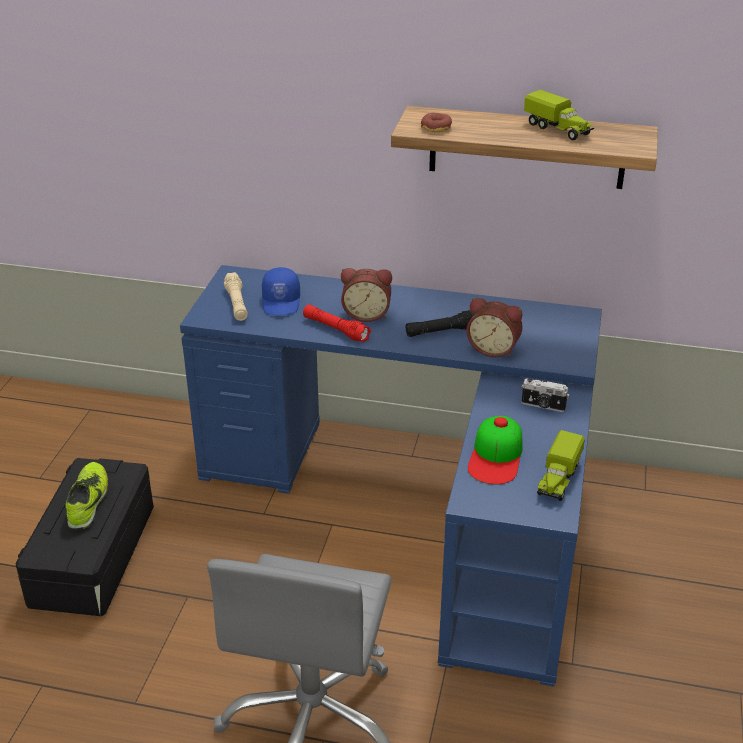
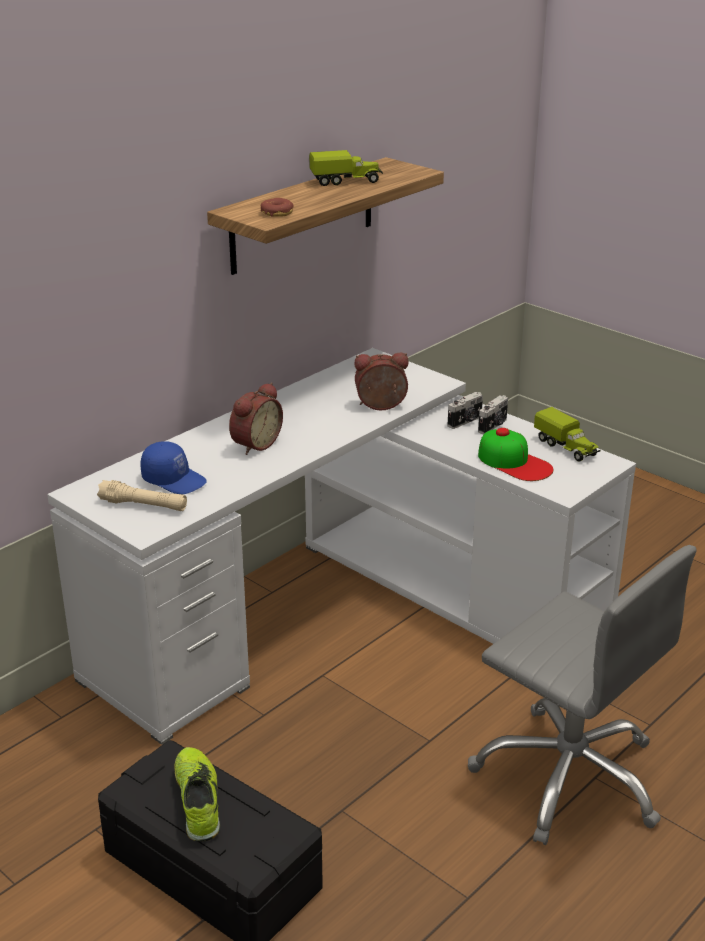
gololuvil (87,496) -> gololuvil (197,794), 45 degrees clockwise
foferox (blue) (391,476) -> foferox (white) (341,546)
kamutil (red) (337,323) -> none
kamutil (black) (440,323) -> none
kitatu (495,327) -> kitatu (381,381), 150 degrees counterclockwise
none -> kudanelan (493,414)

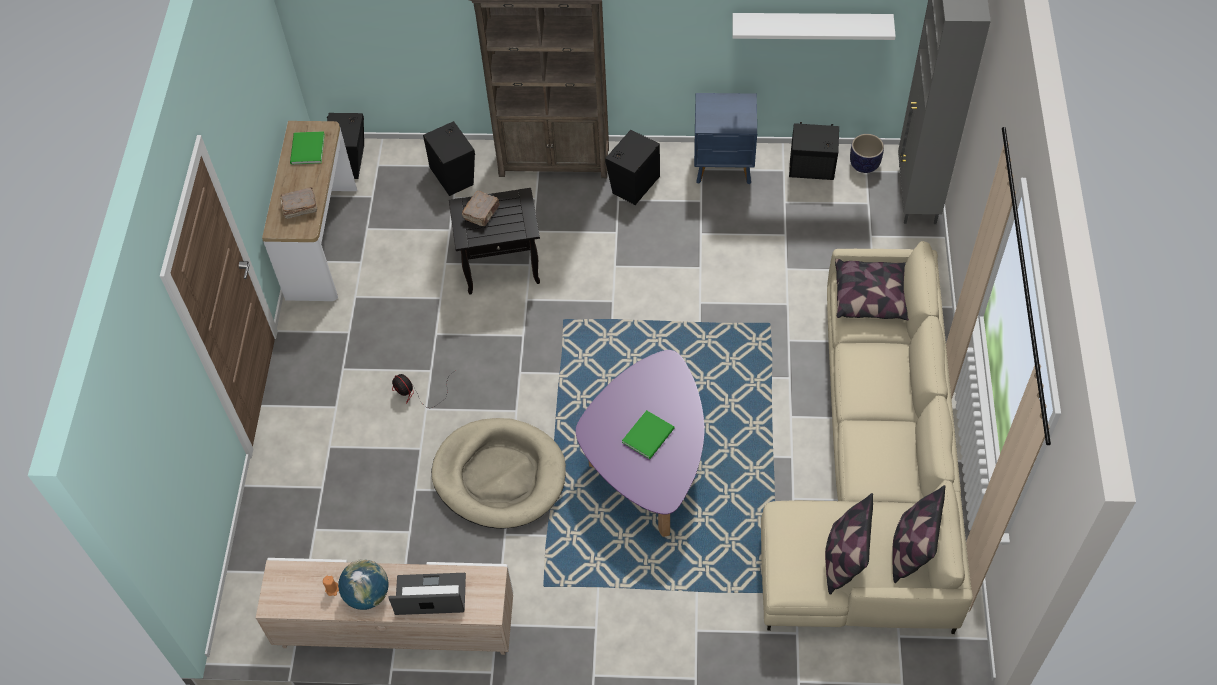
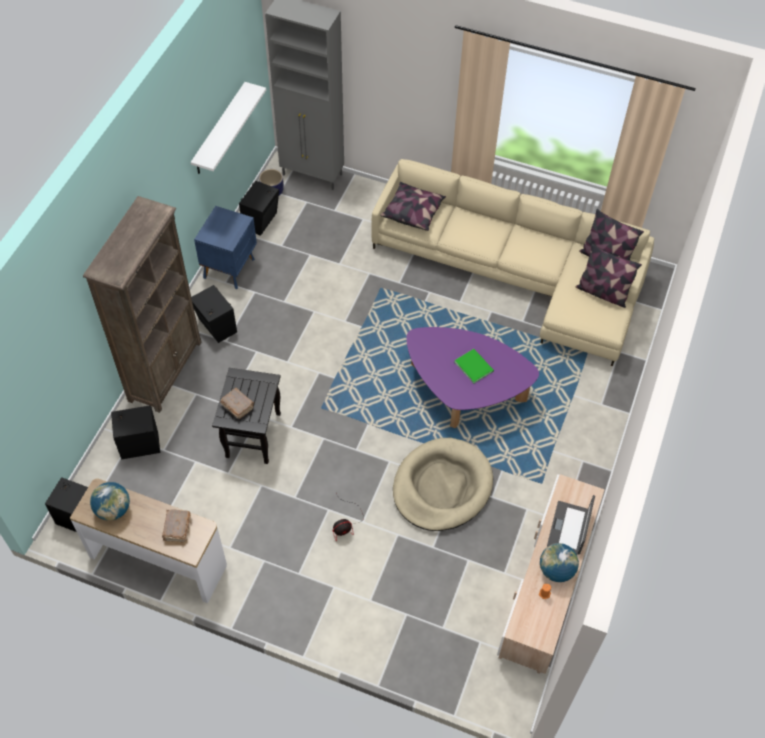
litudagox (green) (307,148) -> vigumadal (110,501)

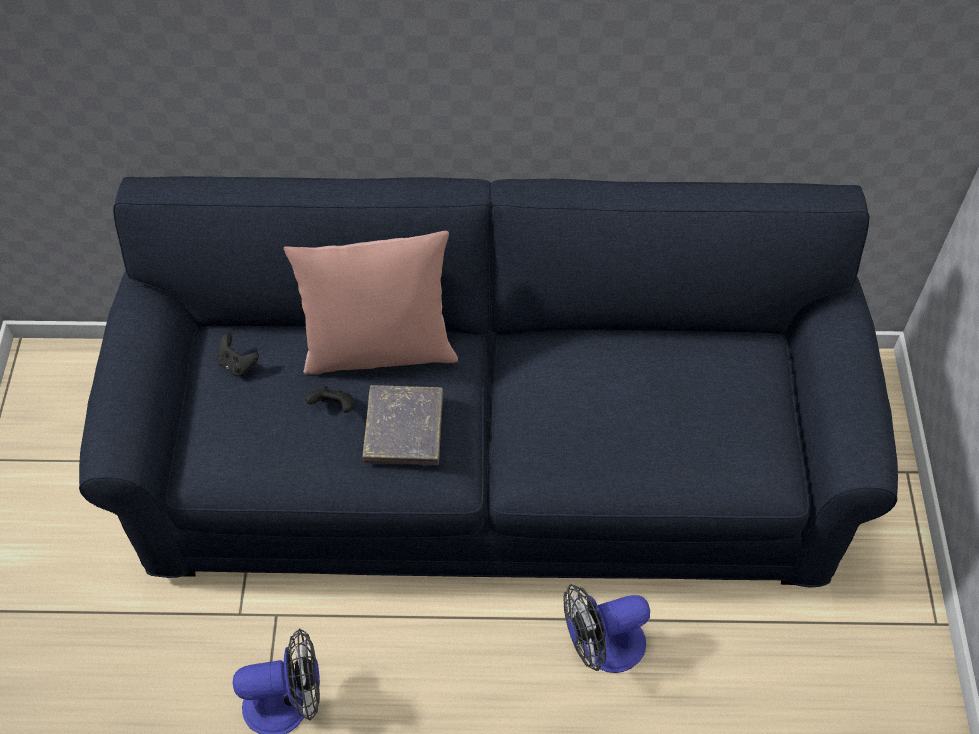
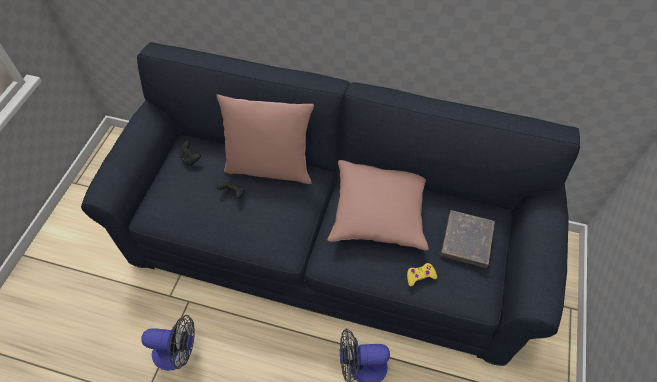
litudagox (grey) (402,425) -> litudagox (grey) (468,239), relocated
none -> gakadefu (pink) (378,205)
none -> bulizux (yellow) (422,274)

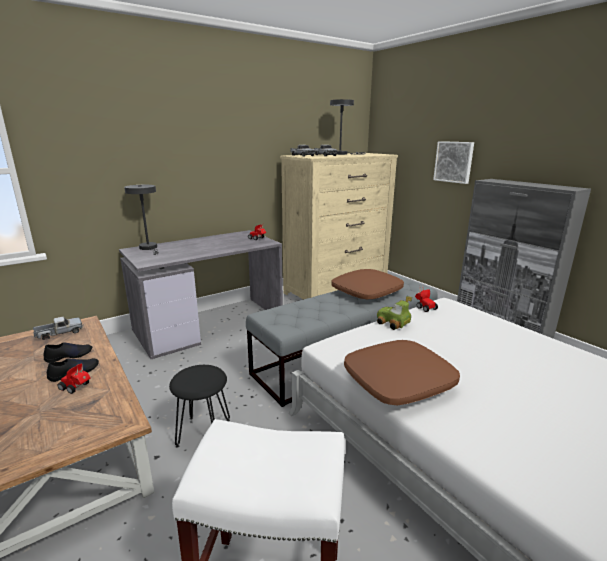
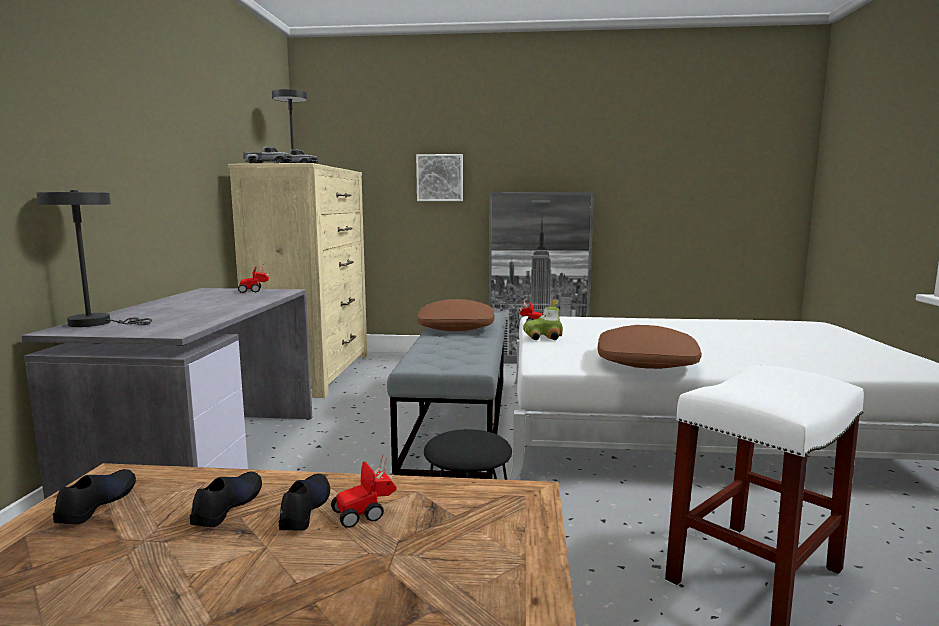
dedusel (58,328) -> gololuvil (black) (94,496)

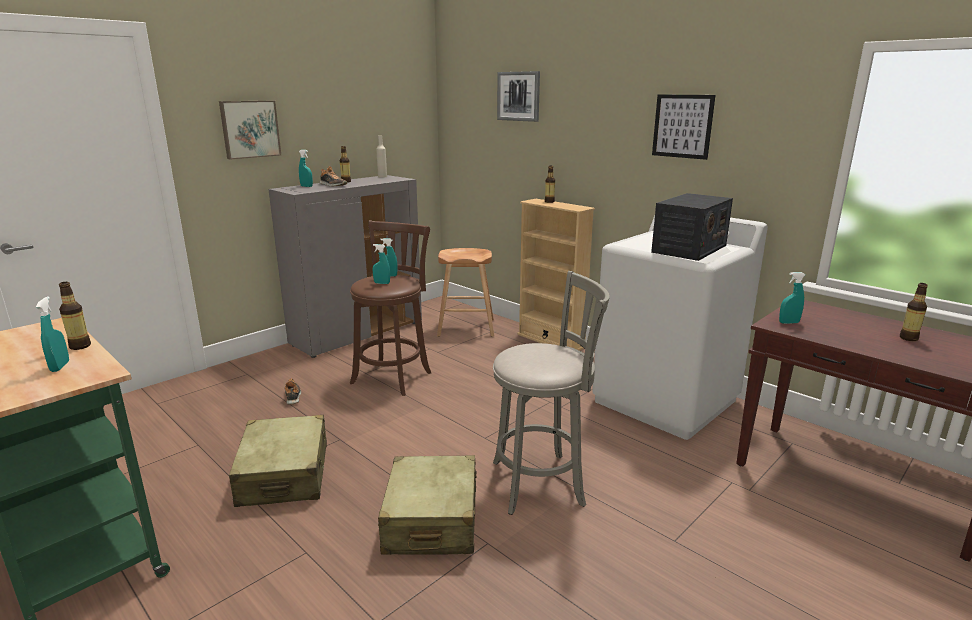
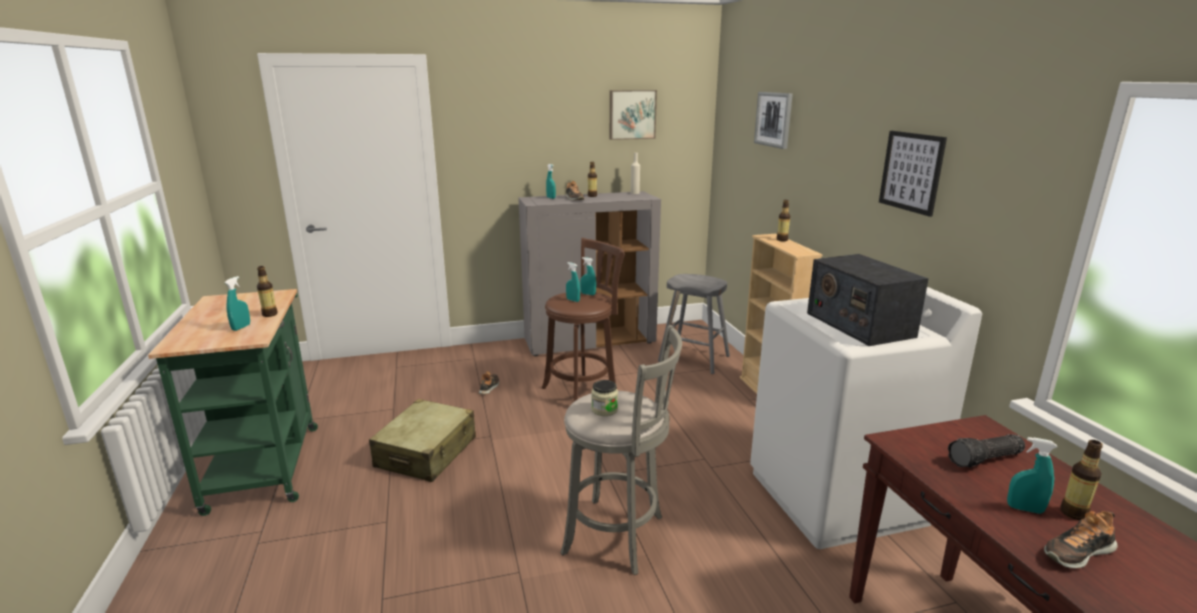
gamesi (250,130) -> gamesi (633,115), relocated
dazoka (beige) (427,505) -> none
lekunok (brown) (465,292) -> lekunok (grey) (694,324)
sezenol (692,227) -> sezenol (868,300), 90 degrees clockwise
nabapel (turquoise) (792,298) -> nabapel (turquoise) (1032,475), relocated
none -> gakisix (604,398)
none -> kamutil (986,450)
none -> gololuvil (1081,540)

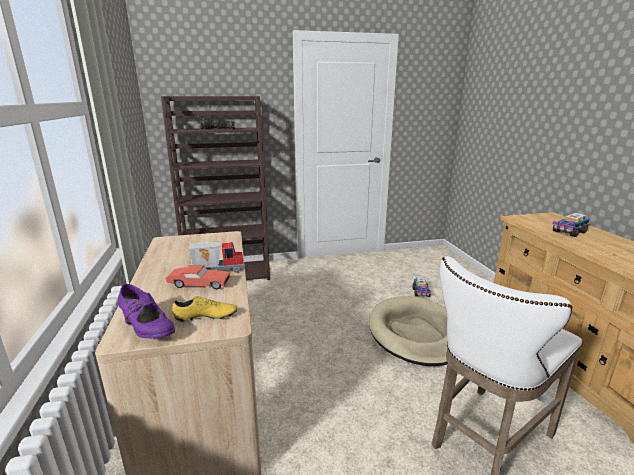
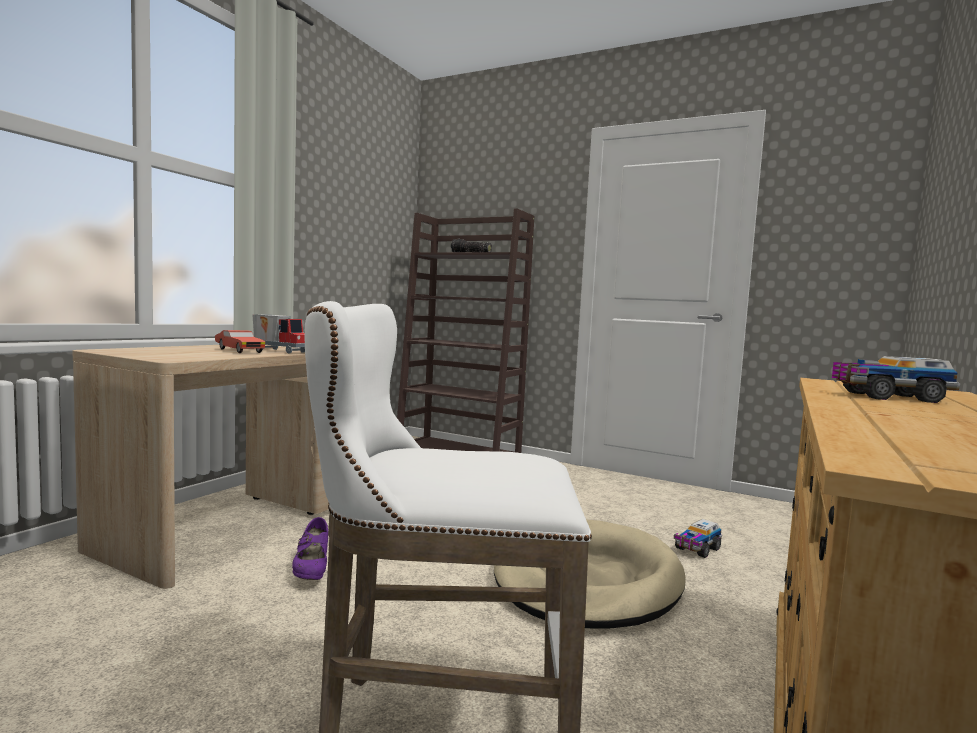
gololuvil (purple) (146,311) -> gololuvil (purple) (310,548), relocated
gololuvil (yellow) (204,309) -> none

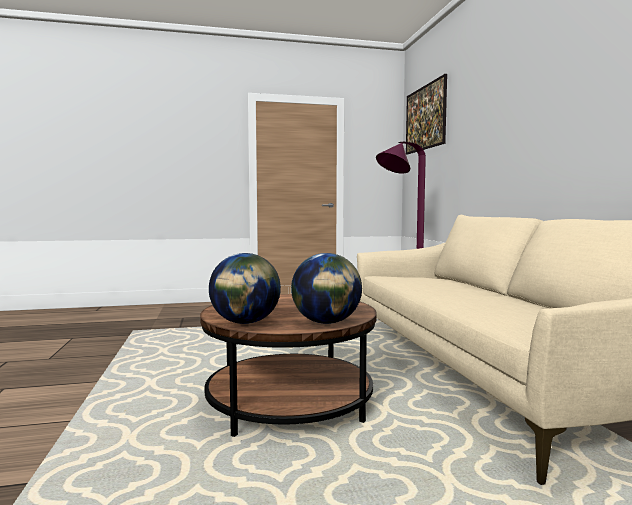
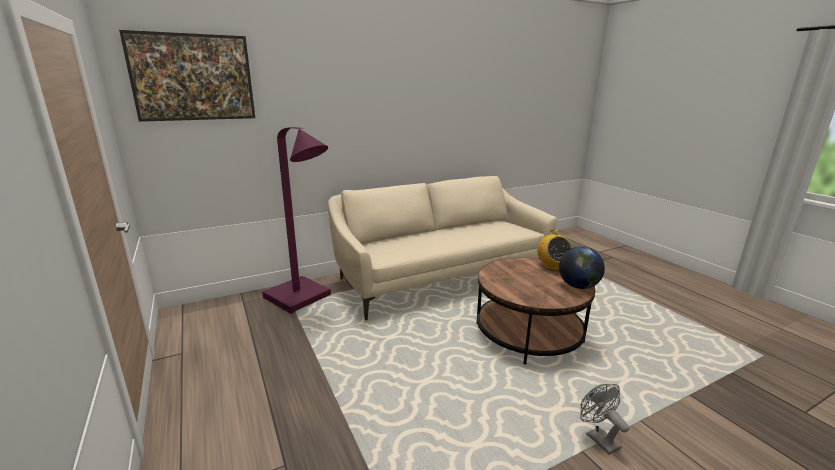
vigumadal (326,288) -> sezenol (554,250)
none -> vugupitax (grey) (604,419)

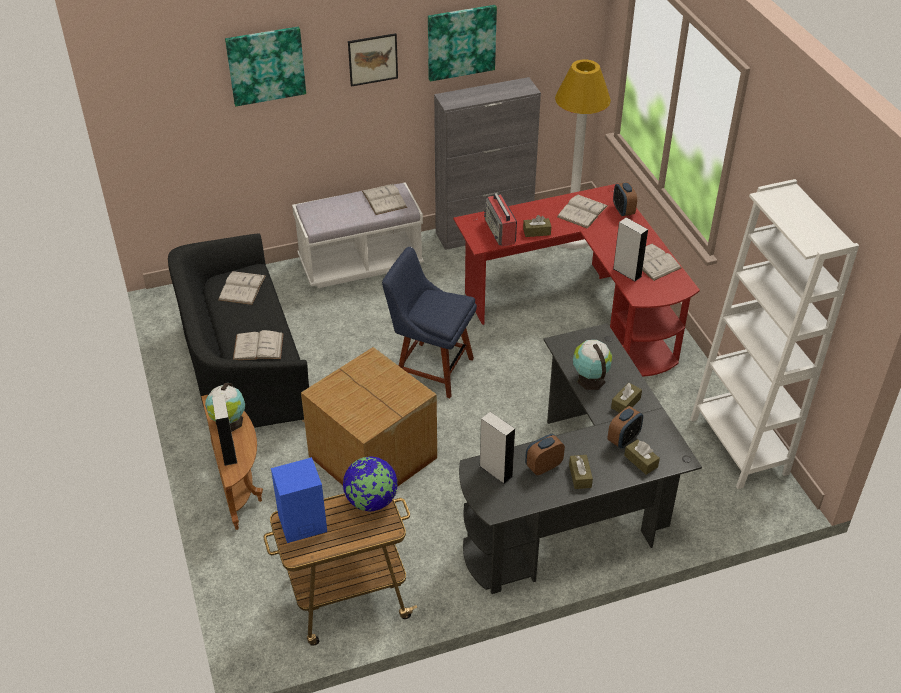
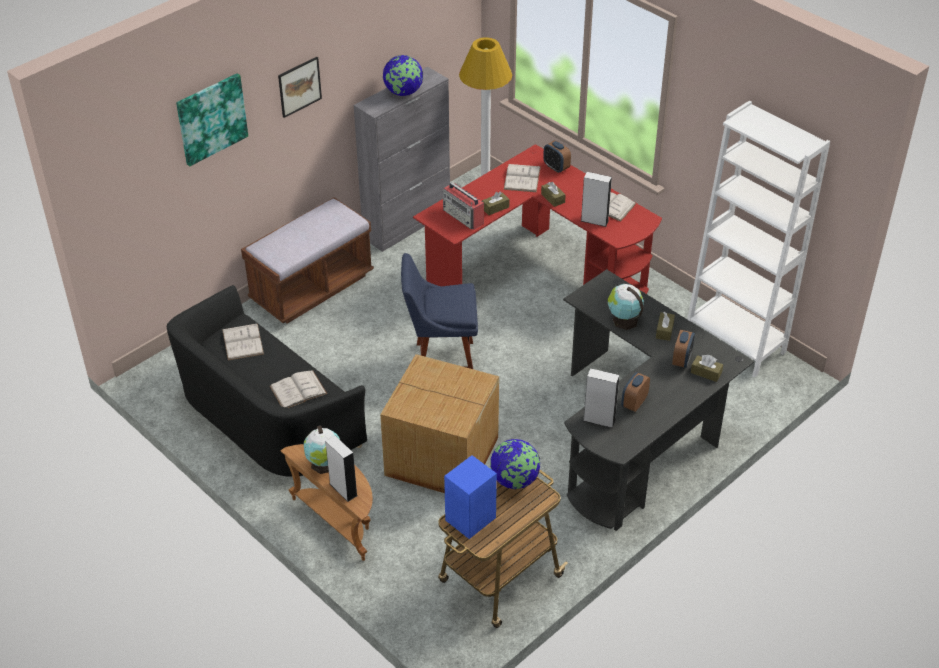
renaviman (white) (358,235) -> renaviman (brown) (307,260)
litudagox (white) (384,199) -> none
gamesi (462,43) -> none
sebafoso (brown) (581,472) -> sebafoso (brown) (553,194), relocated
none -> vigumadal (403,75)

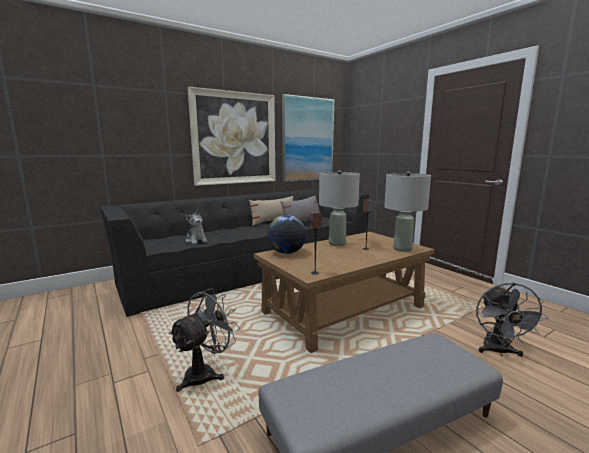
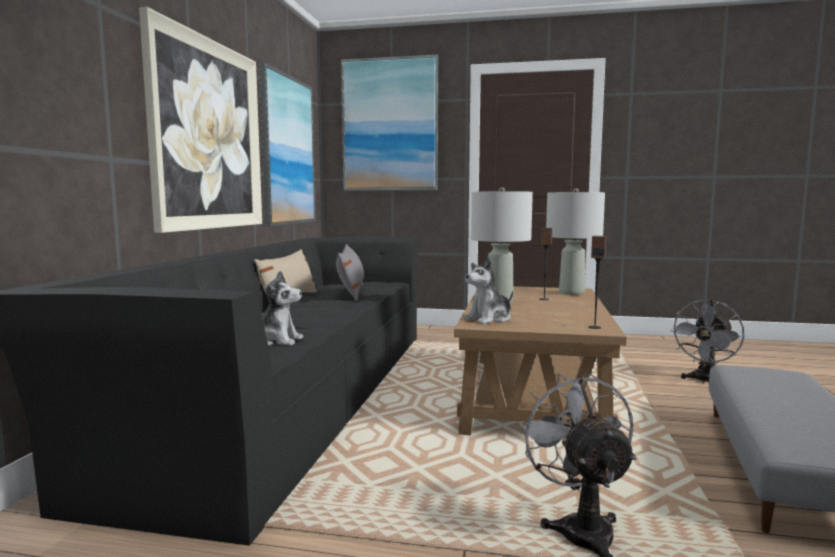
vigumadal (286,234) -> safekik (488,290)
vugupitax (grey) (512,320) -> vugupitax (grey) (707,341), 75 degrees clockwise
none -> gamesi (389,123)

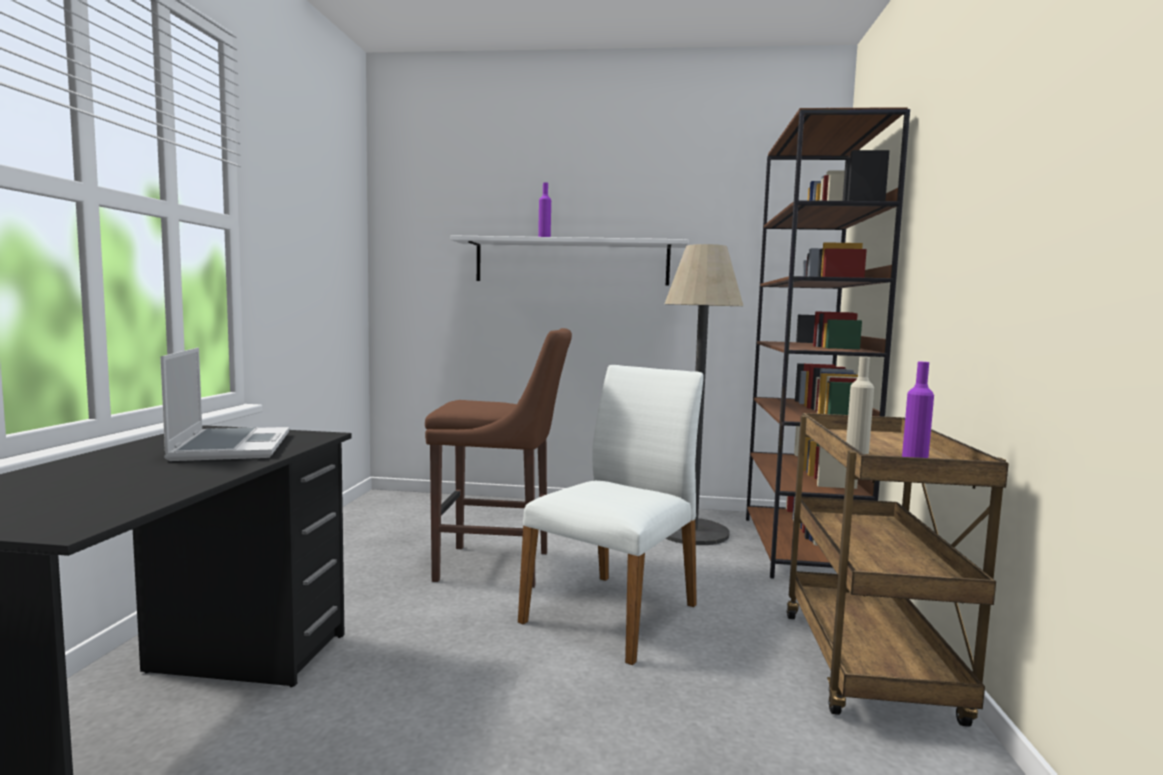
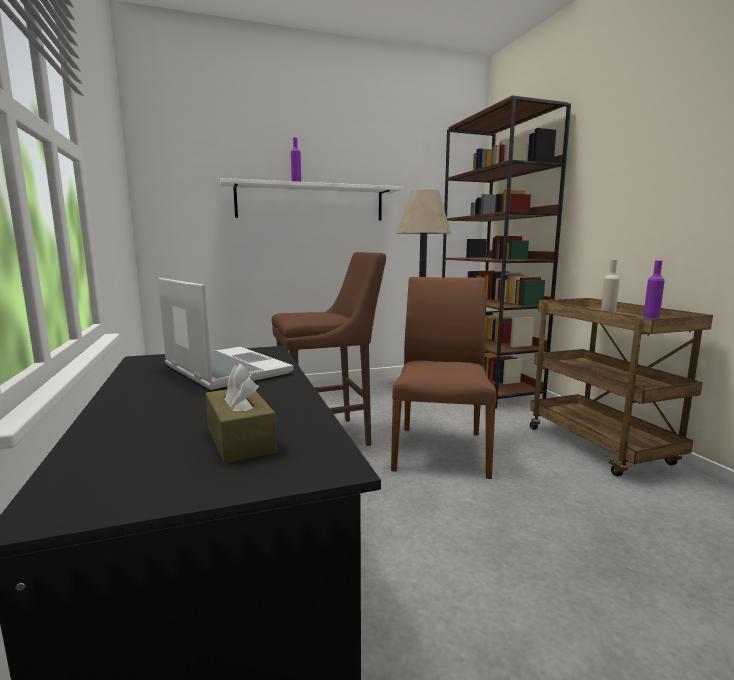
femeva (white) (610,515) -> femeva (brown) (443,378)
none -> sebafoso (brown) (241,413)

